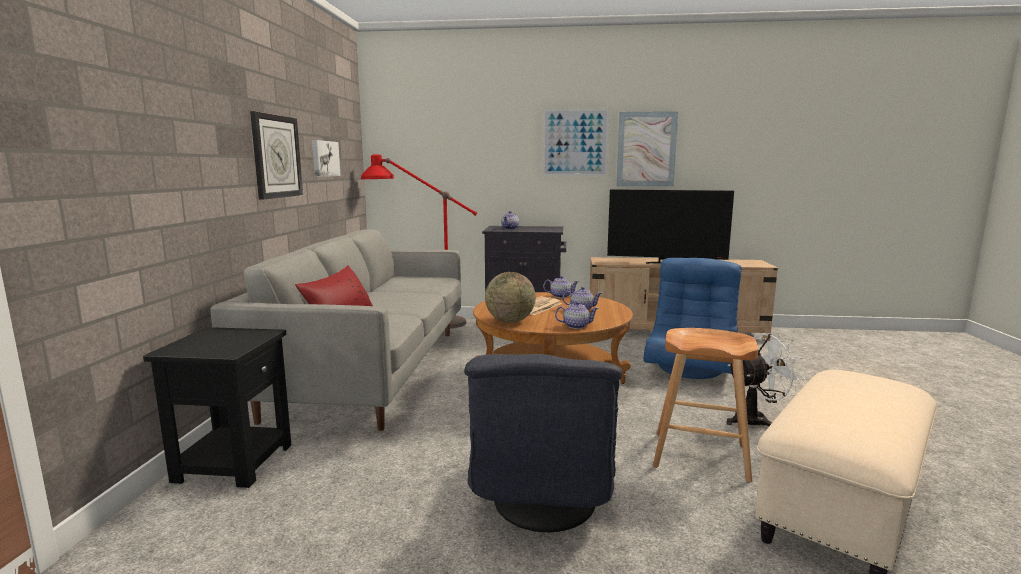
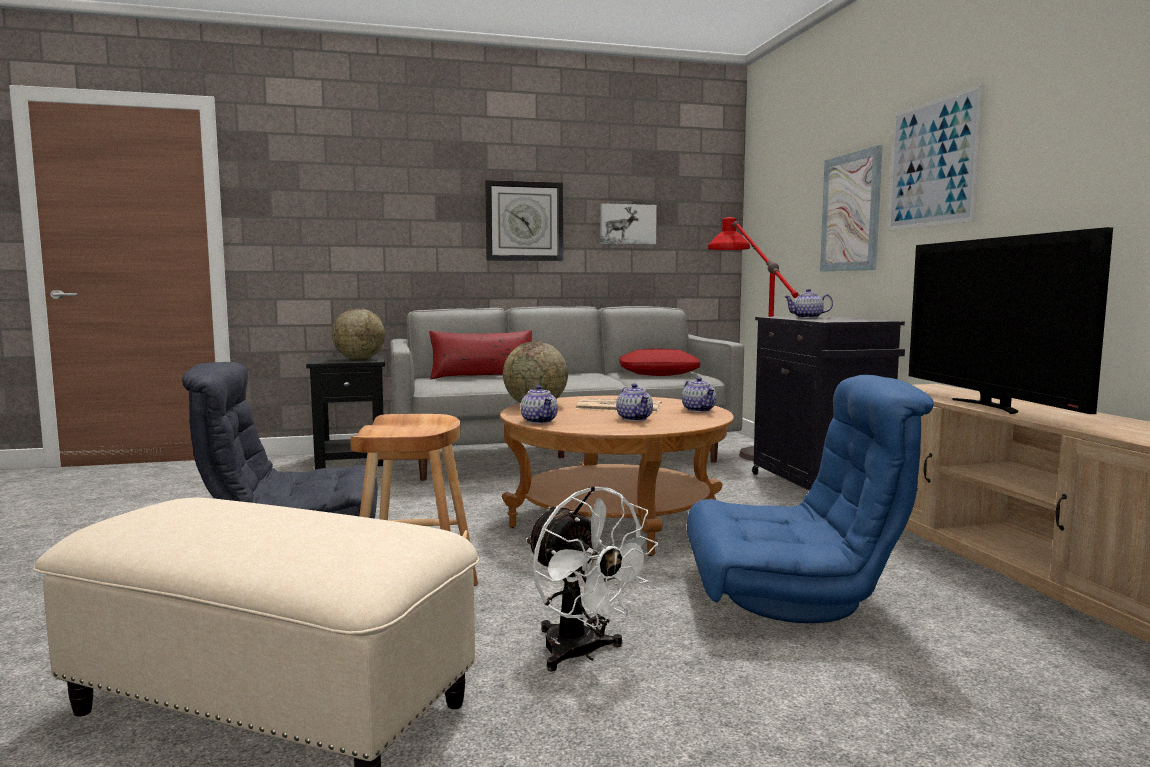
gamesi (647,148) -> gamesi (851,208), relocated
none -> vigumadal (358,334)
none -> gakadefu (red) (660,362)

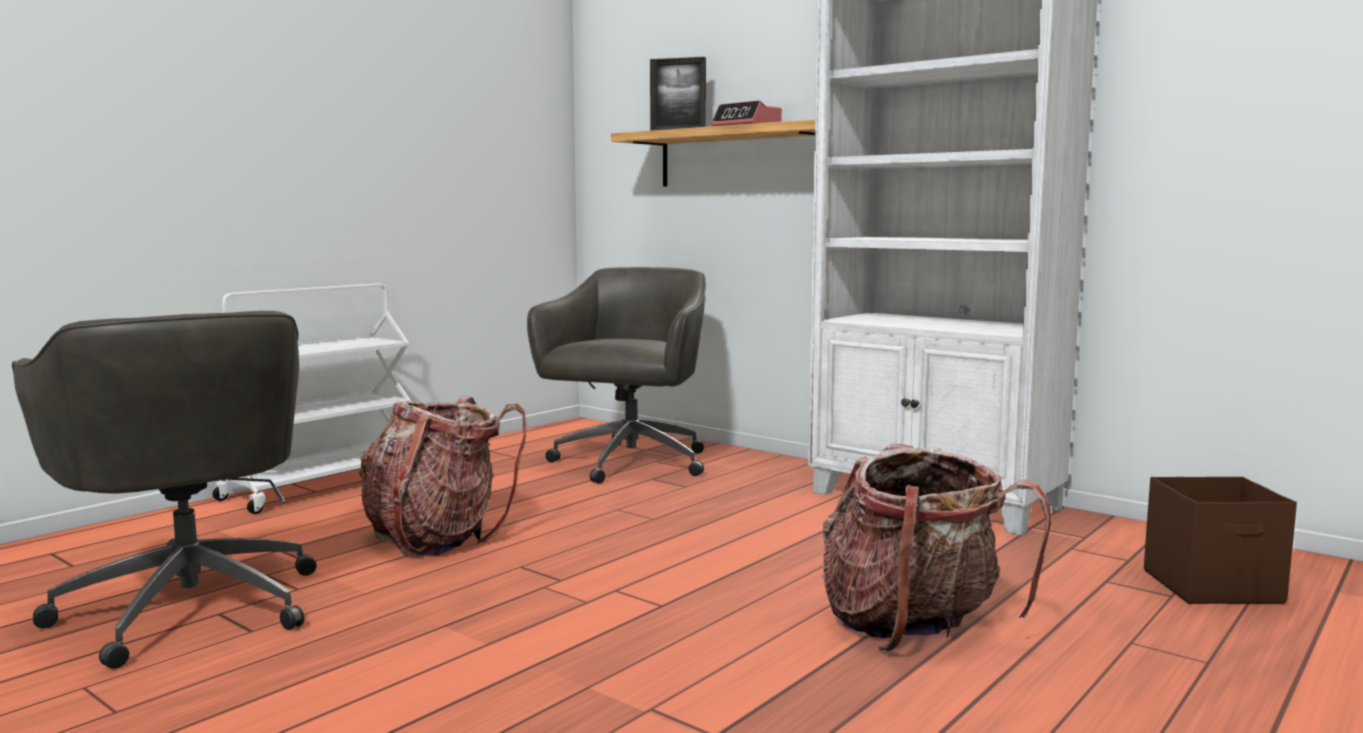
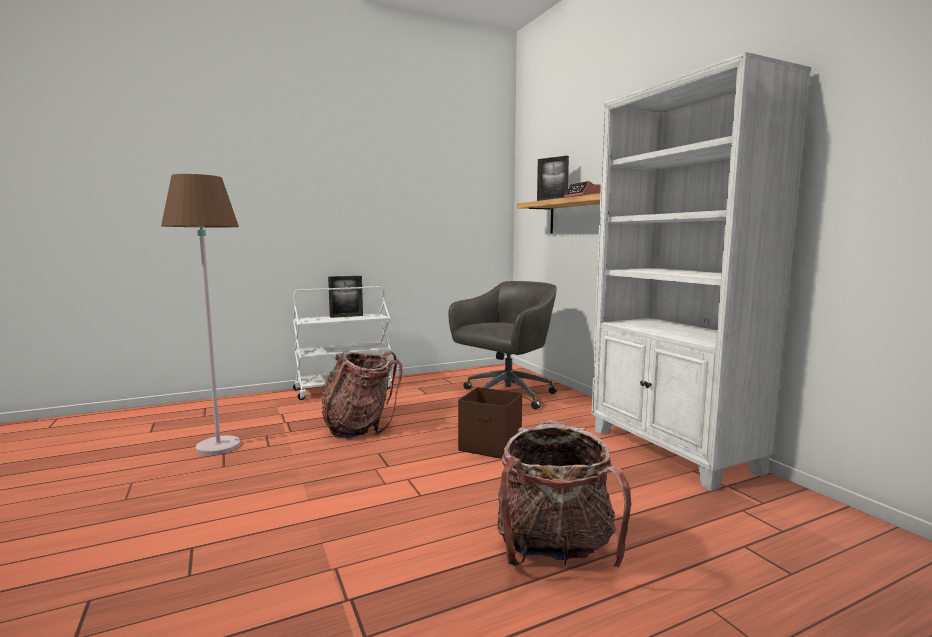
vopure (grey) (164,490) -> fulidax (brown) (201,314)
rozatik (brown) (1220,540) -> rozatik (brown) (490,423), relocated
none -> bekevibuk (345,297)

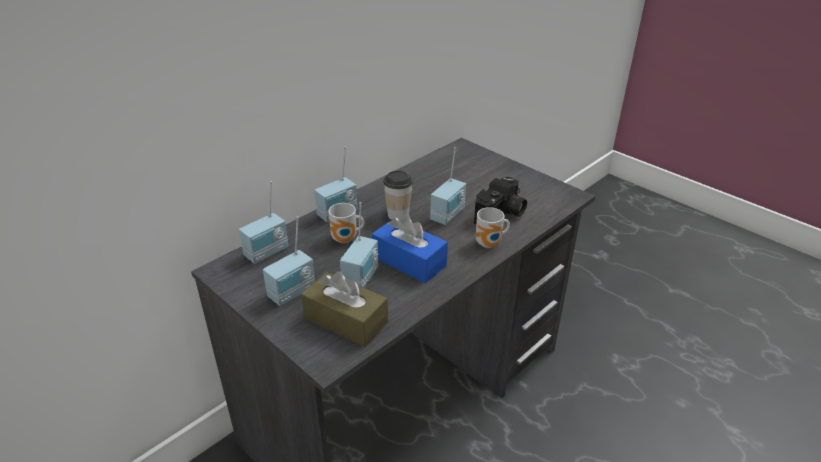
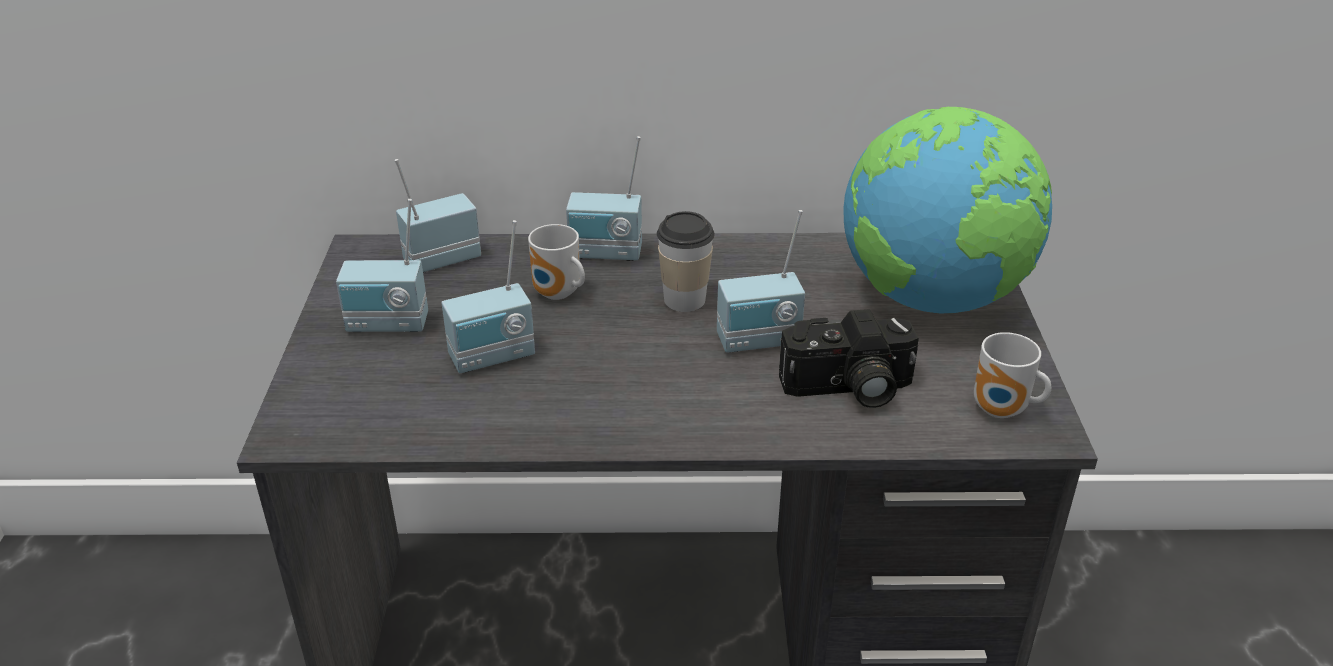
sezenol (264,222) -> sezenol (438,216), 150 degrees clockwise
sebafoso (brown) (344,309) -> none
sebafoso (blue) (410,248) -> none
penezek (493,227) -> penezek (1012,375), relocated
none -> vigumadal (947,210)

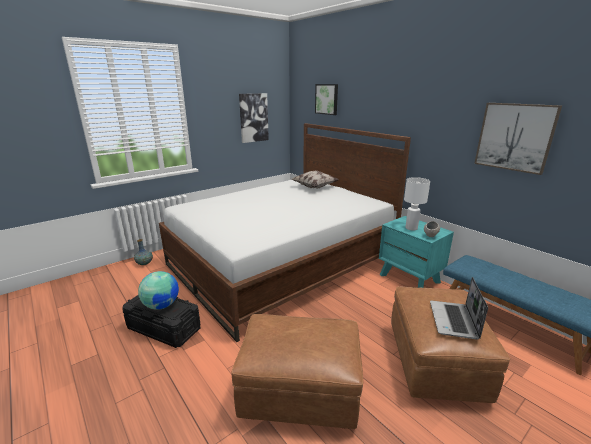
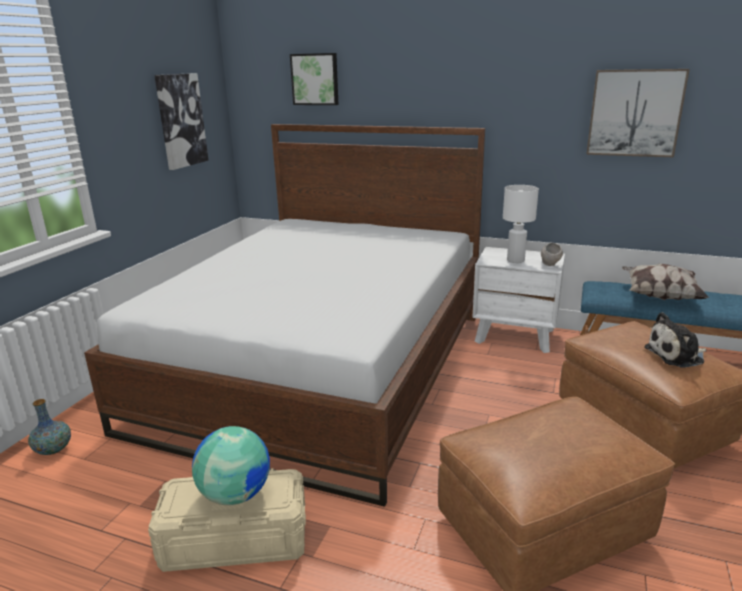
rozatik (black) (161,321) -> rozatik (beige) (227,520)
gakadefu (315,179) -> gakadefu (665,282), relocated
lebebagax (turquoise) (416,252) -> lebebagax (white) (518,300)
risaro (459,308) -> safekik (675,340)

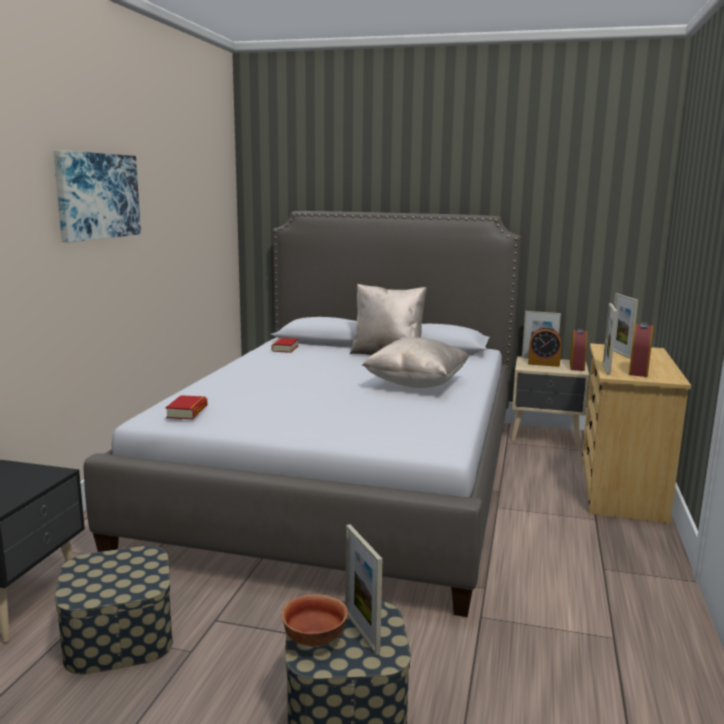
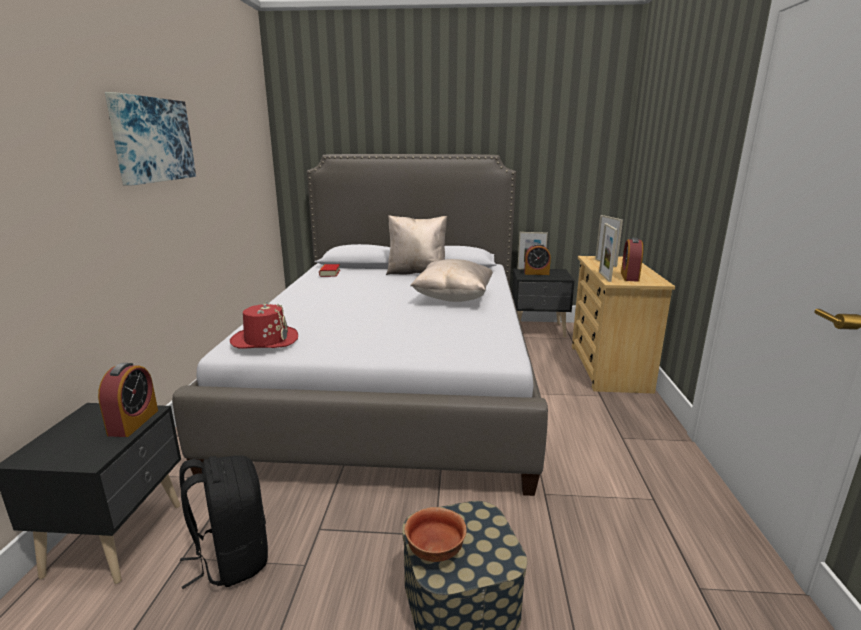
rozatik (114,610) -> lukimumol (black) (224,522)
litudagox (186,407) -> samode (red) (264,325)
bekevibuk (363,589) -> none
lebebagax (beige) (550,402) -> lebebagax (black) (543,302)
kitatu (579,350) -> kitatu (128,400), relocated

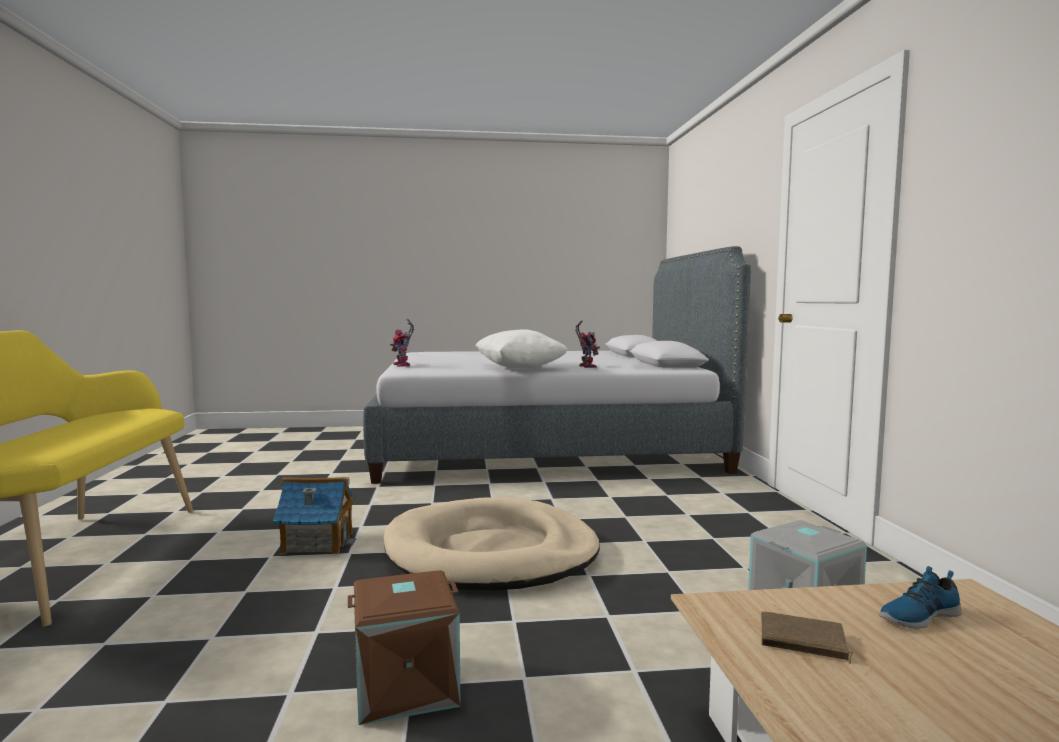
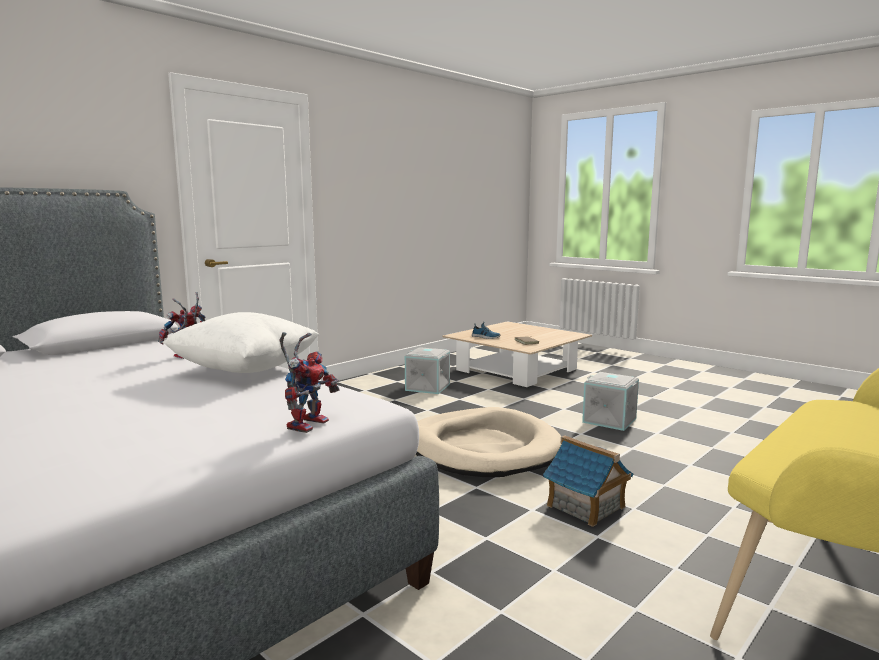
rozatik (brown) (404,647) -> rozatik (grey) (610,401)

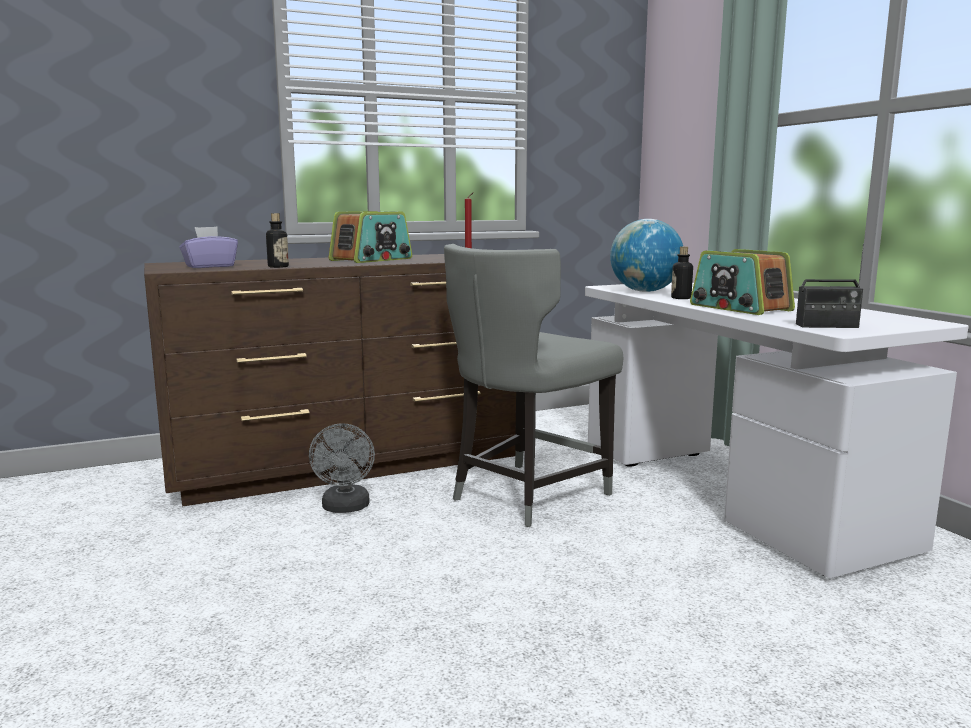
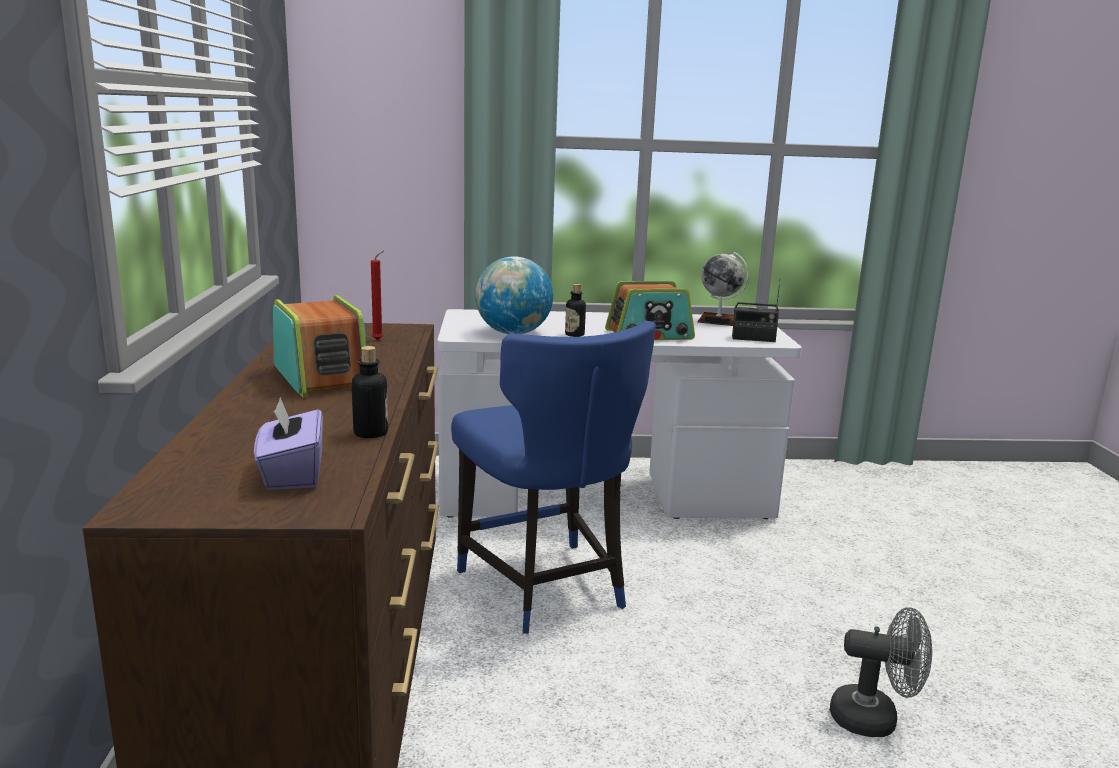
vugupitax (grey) (342,468) -> vugupitax (grey) (881,672), relocated
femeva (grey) (533,385) -> femeva (blue) (553,476)
sezenol (830,286) -> sezenol (756,310), 75 degrees clockwise
none -> vigumadal (723,289)

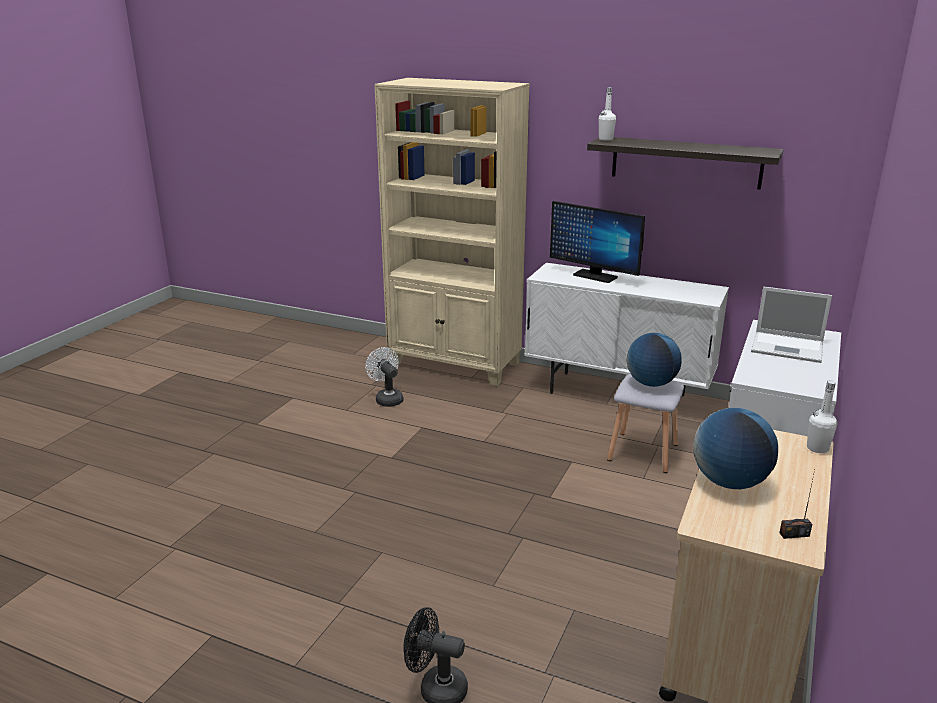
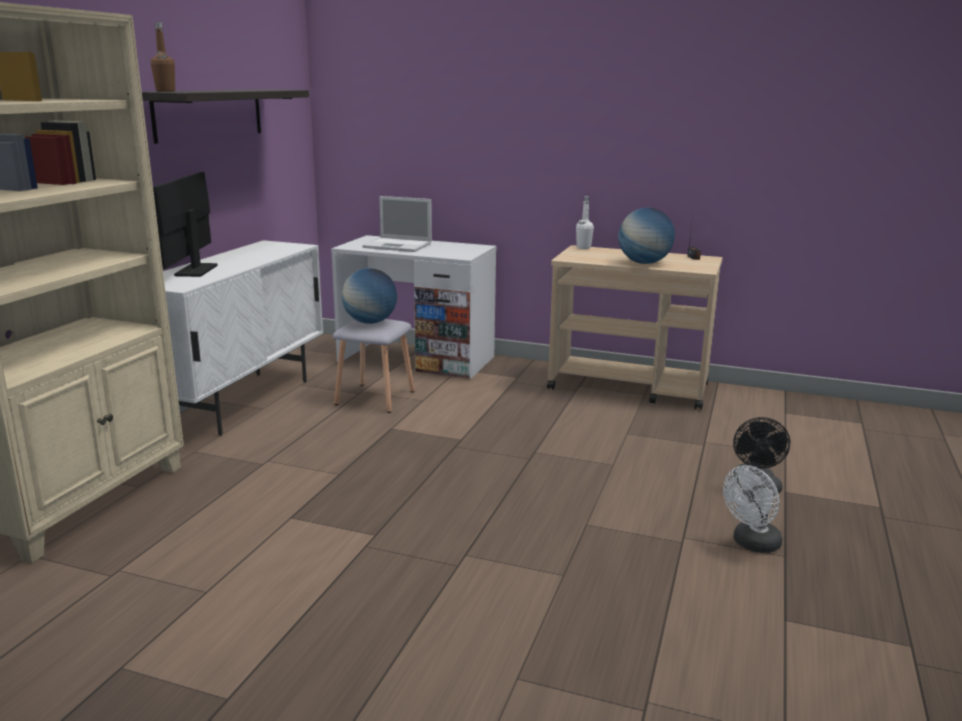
vugupitax (white) (384,377) -> vugupitax (white) (753,509), relocated
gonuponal (597,242) -> gonuponal (185,224), 150 degrees clockwise
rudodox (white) (607,114) -> rudodox (brown) (163,57)
risaro (791,325) -> risaro (397,224), 90 degrees clockwise

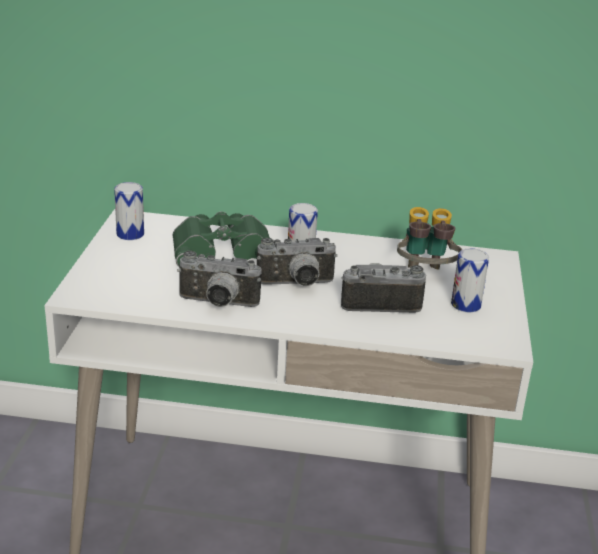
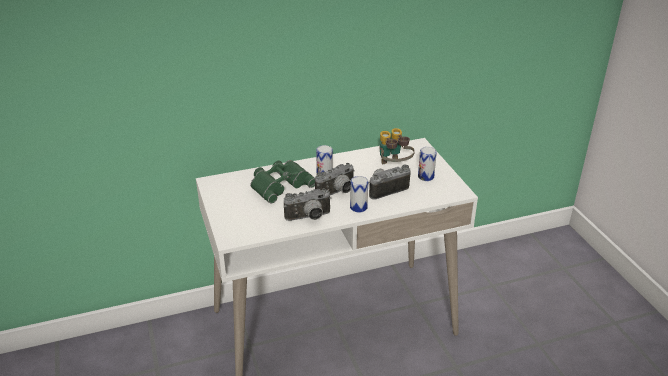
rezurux (129,211) -> rezurux (359,194), relocated

